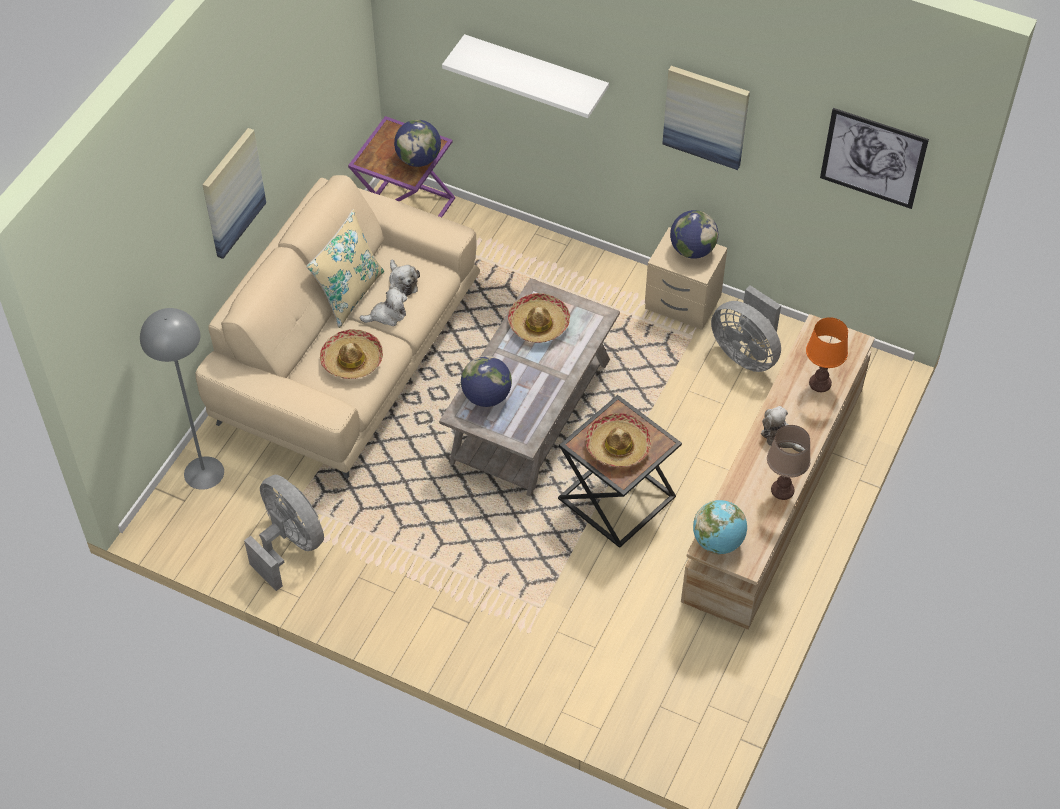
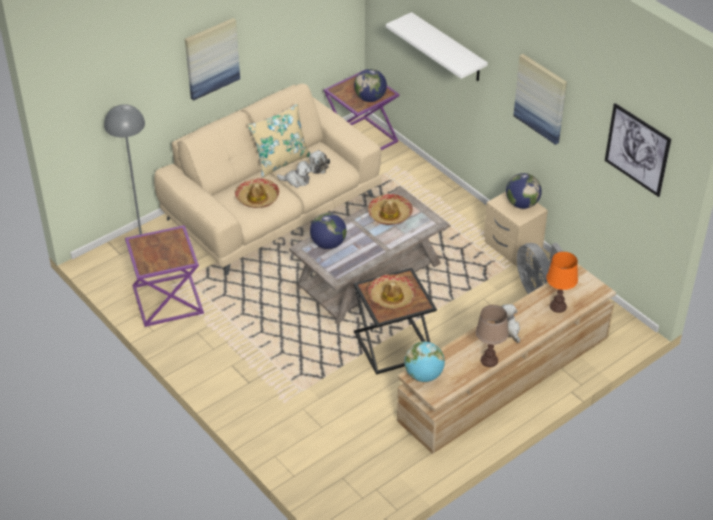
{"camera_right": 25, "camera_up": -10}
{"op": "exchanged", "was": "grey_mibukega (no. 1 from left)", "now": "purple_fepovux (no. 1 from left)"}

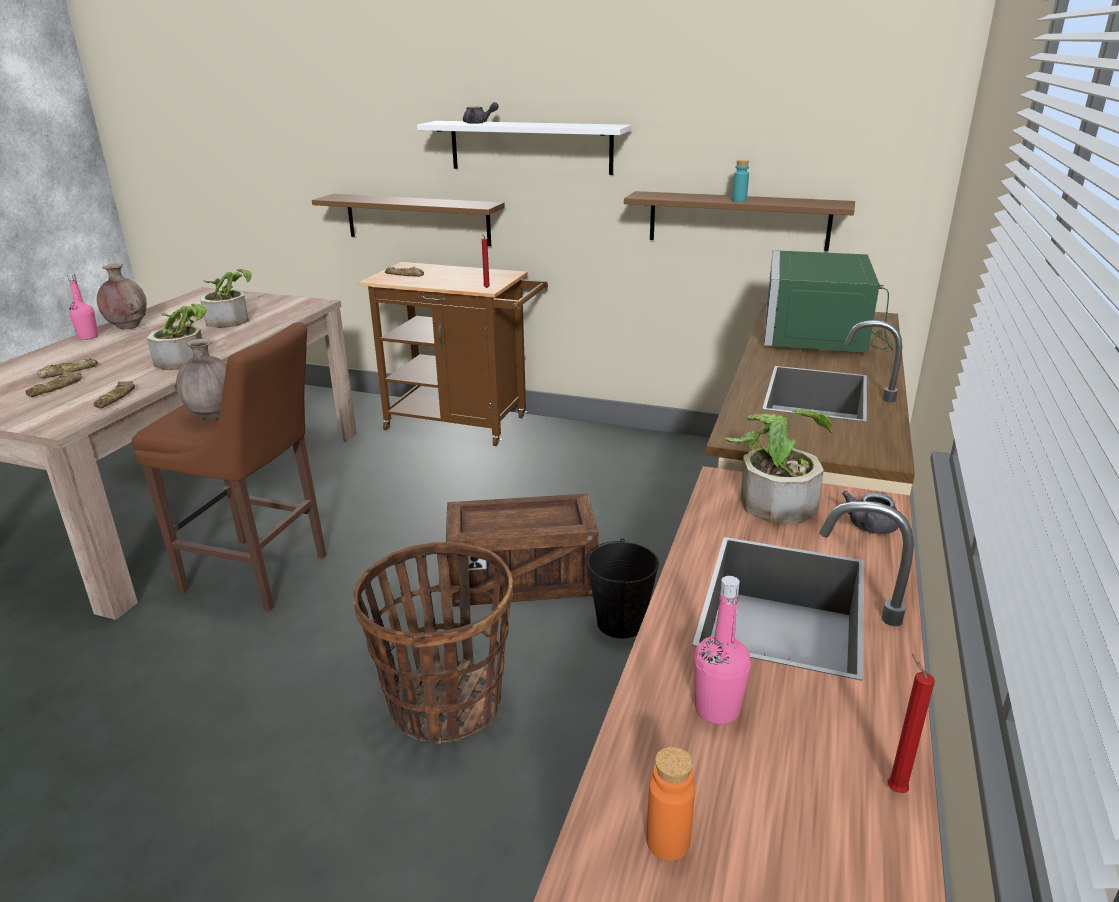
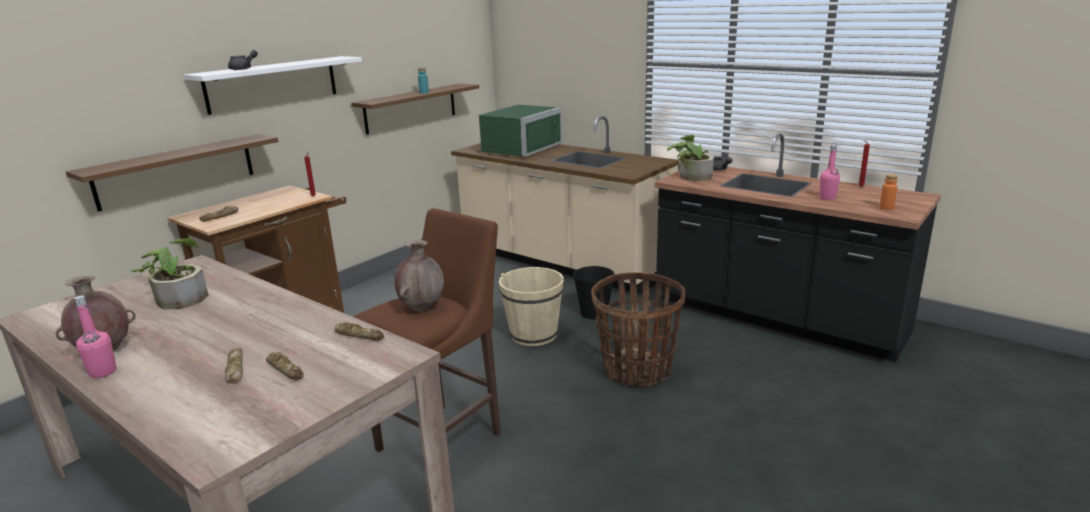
{"camera_right": -70, "camera_up": -5}
{"op": "spun", "was": "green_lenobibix", "clockwise": -90}
{"op": "missing", "was": "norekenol (no. 1 from left)"}
{"op": "exchanged", "was": "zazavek", "now": "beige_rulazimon"}

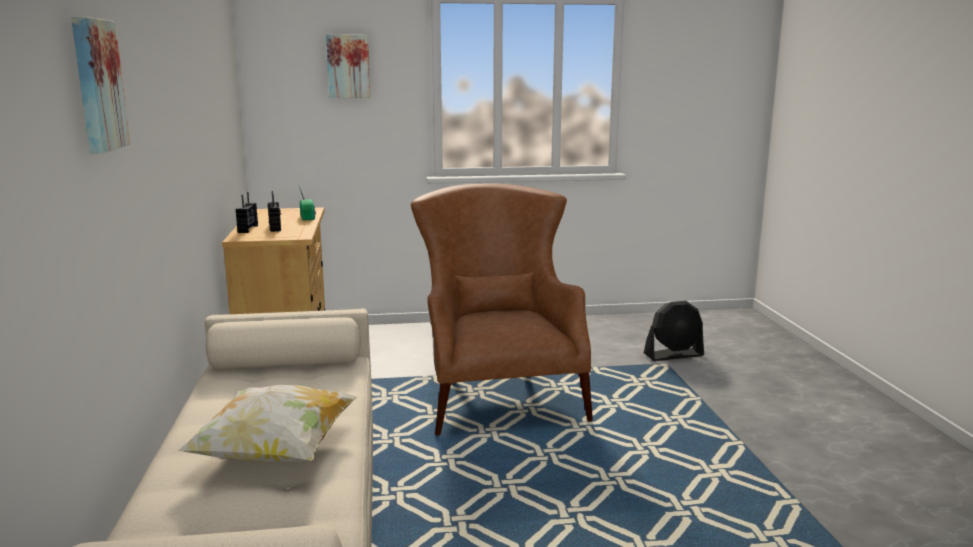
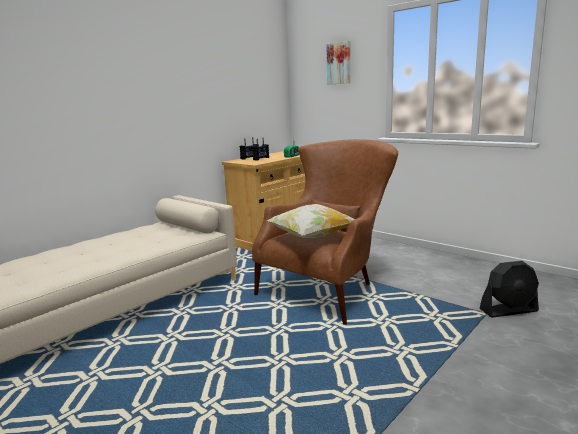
{"camera_right": 50, "camera_up": 0}
{"op": "missing", "was": "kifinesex (no. 1 from left)"}
{"op": "spun", "was": "black_mibukega", "clockwise": -45}
{"op": "relocated", "was": "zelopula"}

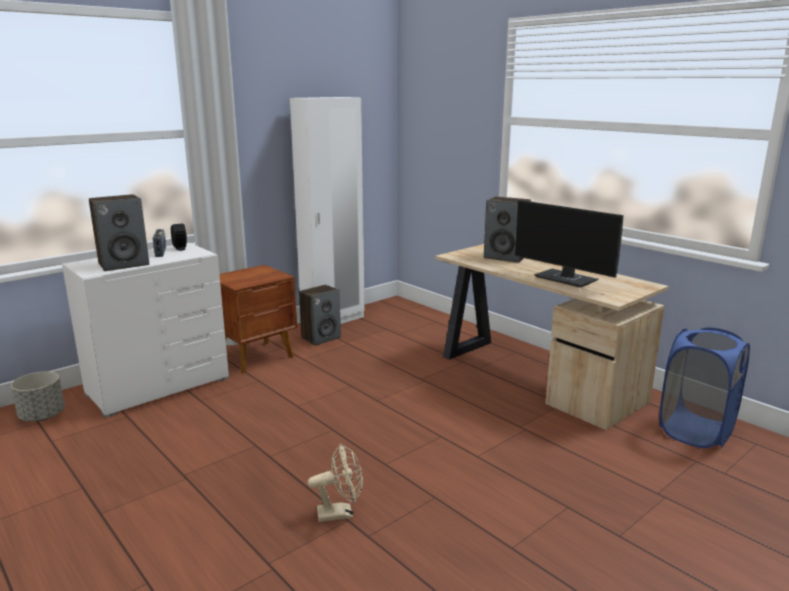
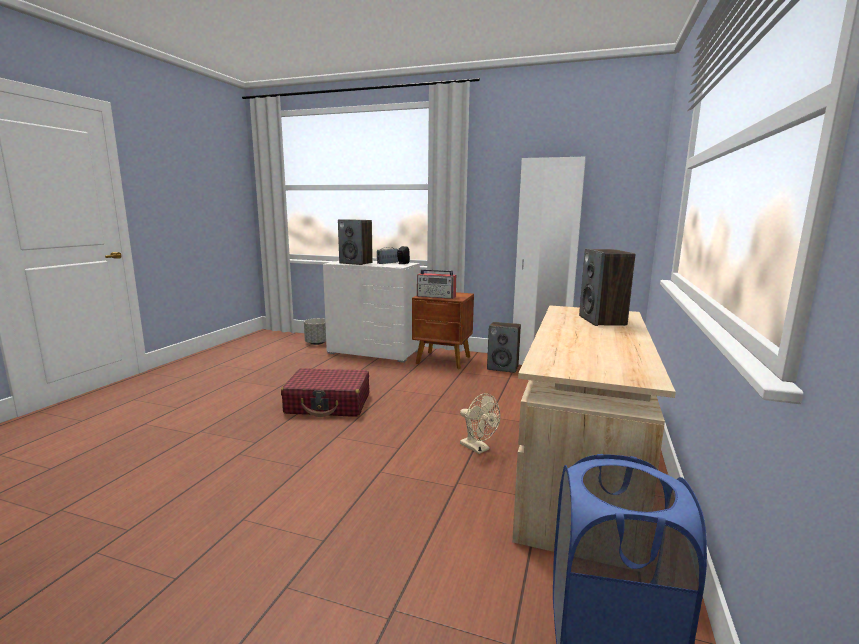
{"camera_right": 60, "camera_up": -5}
{"op": "missing", "was": "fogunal"}
{"op": "relocated", "was": "beige_mibukega"}
{"op": "appeared", "now": "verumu (no. 2 from left)"}
{"op": "appeared", "now": "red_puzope"}

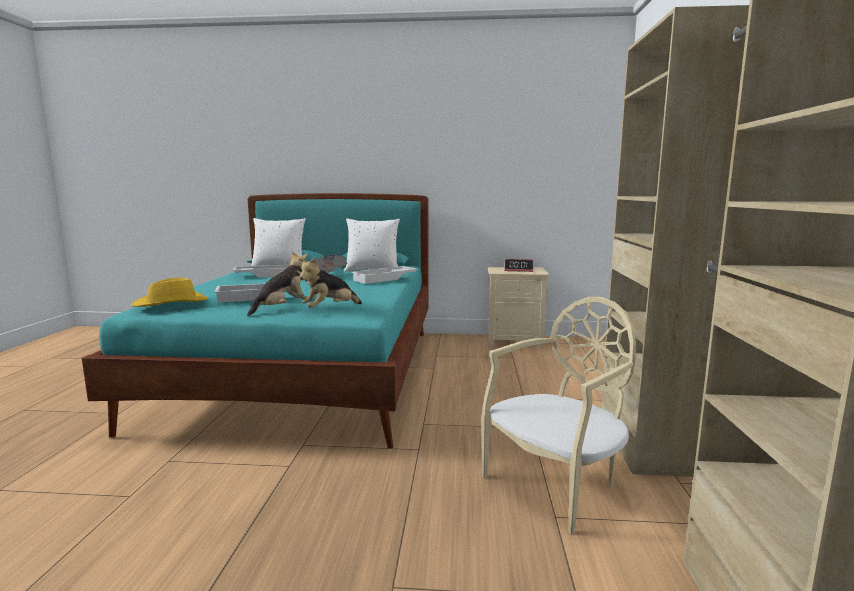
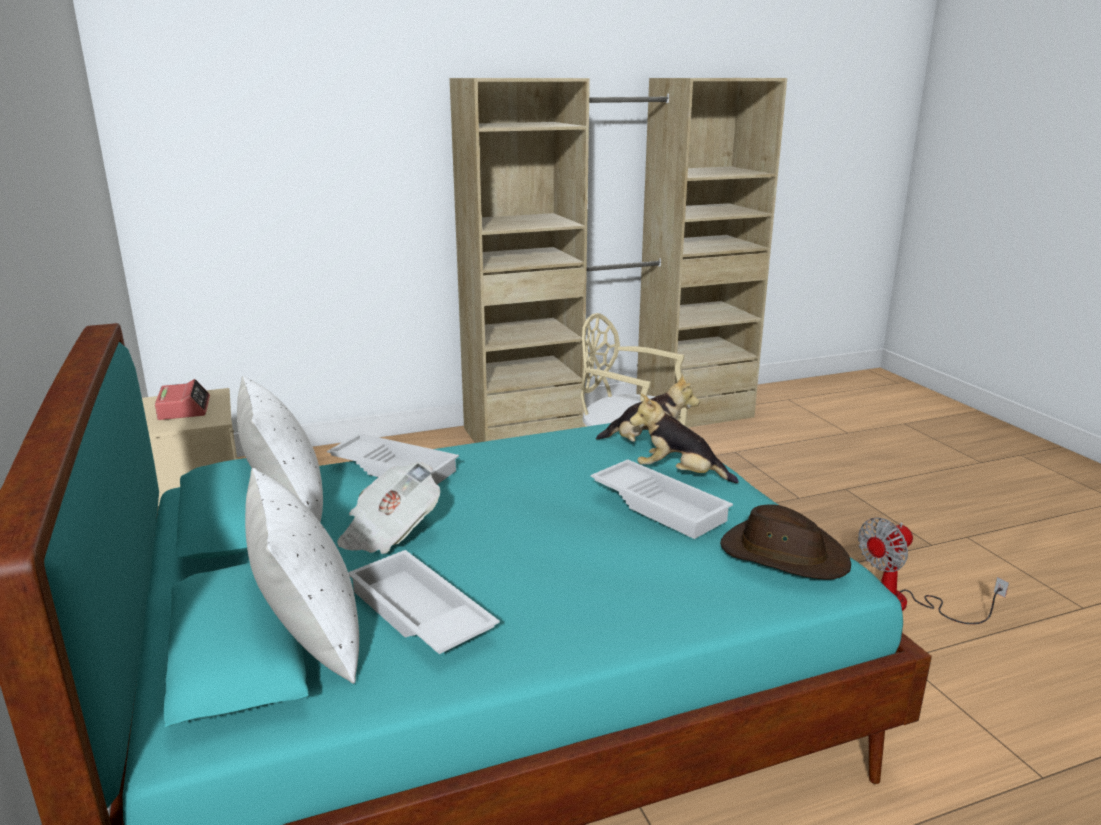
{"camera_right": -115, "camera_up": 10}
{"op": "colour", "was": "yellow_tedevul", "now": "brown_tedevul"}
{"op": "appeared", "now": "mibukega"}

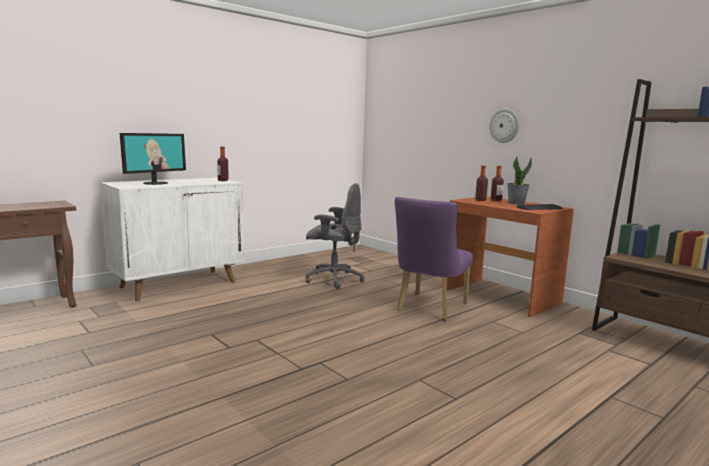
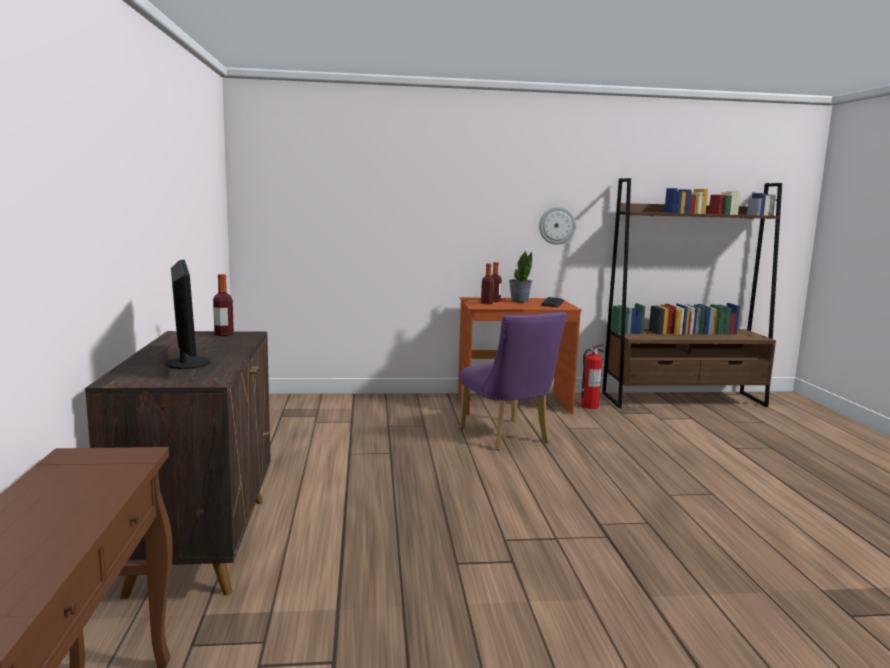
{"camera_right": -55, "camera_up": 0}
{"op": "relocated", "was": "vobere"}
{"op": "colour", "was": "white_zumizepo", "now": "brown_zumizepo"}
{"op": "missing", "was": "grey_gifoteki"}
{"op": "appeared", "now": "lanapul"}

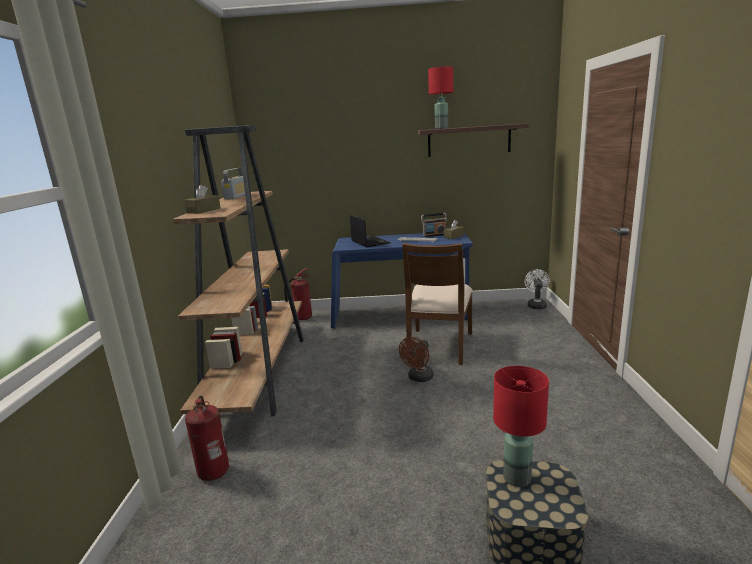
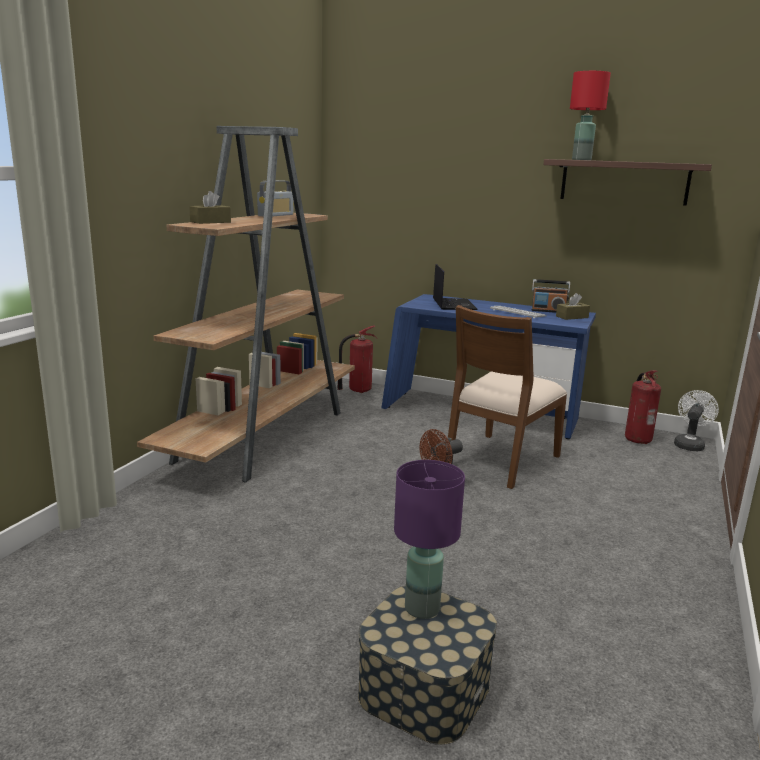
{"camera_right": 20, "camera_up": 0}
{"op": "colour", "was": "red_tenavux (no. 2 from left)", "now": "purple_tenavux"}
{"op": "relocated", "was": "lanapul (no. 1 from left in the first image)", "now": "lanapul (no. 2 from left)"}

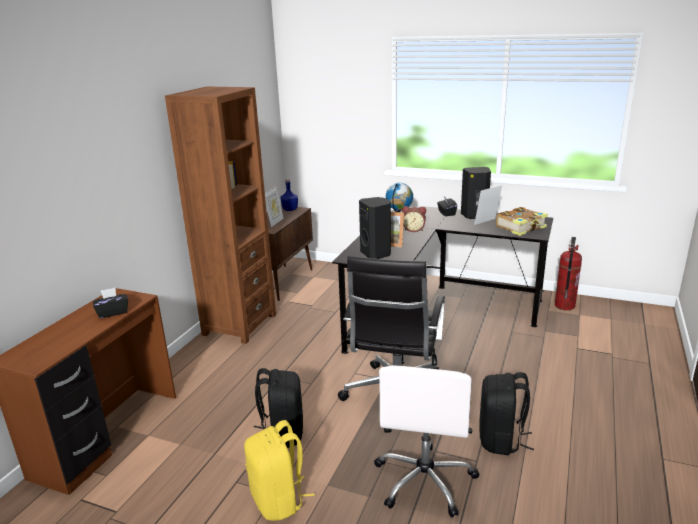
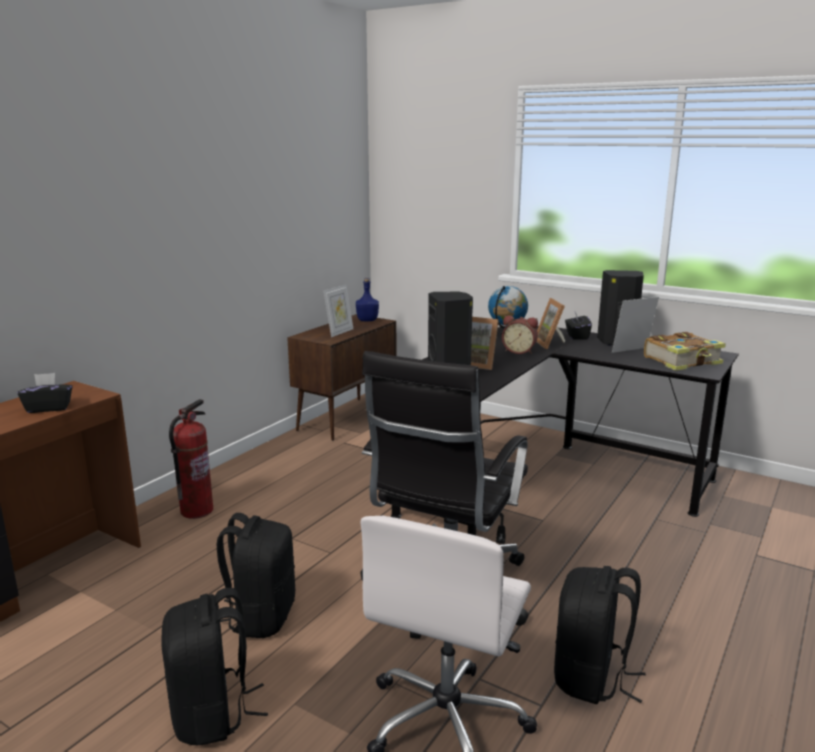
{"camera_right": 10, "camera_up": -5}
{"op": "missing", "was": "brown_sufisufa"}
{"op": "relocated", "was": "lanapul"}
{"op": "colour", "was": "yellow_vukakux", "now": "black_vukakux (no. 1 from left)"}
{"op": "appeared", "now": "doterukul (no. 3 from left)"}

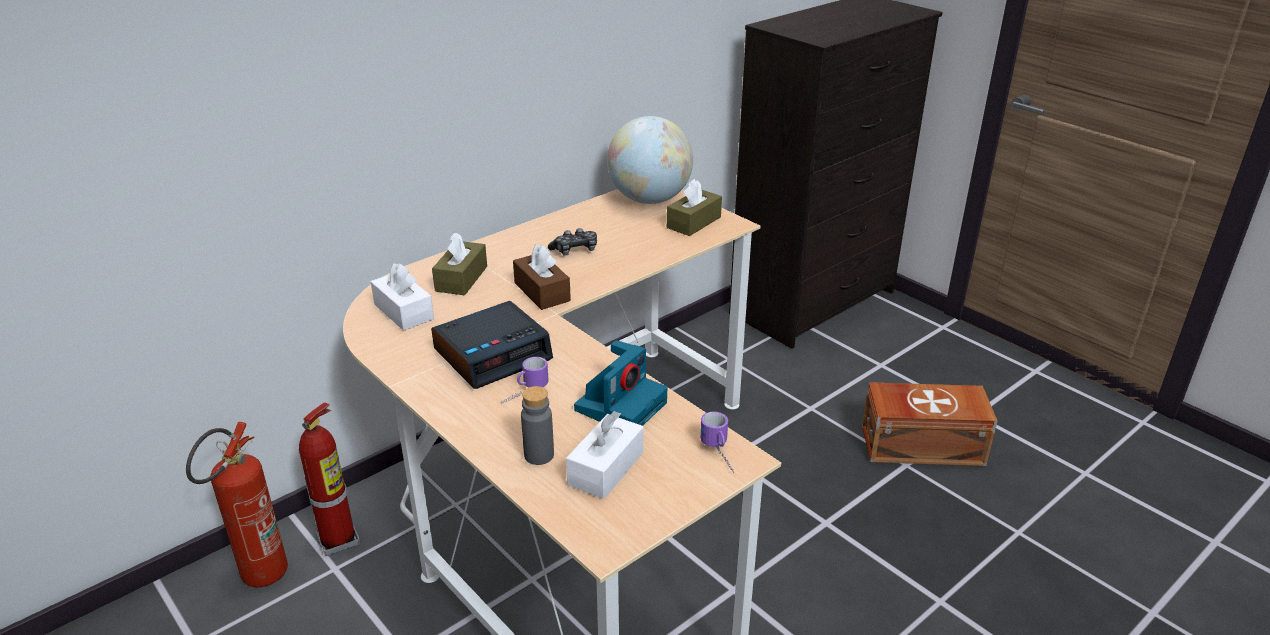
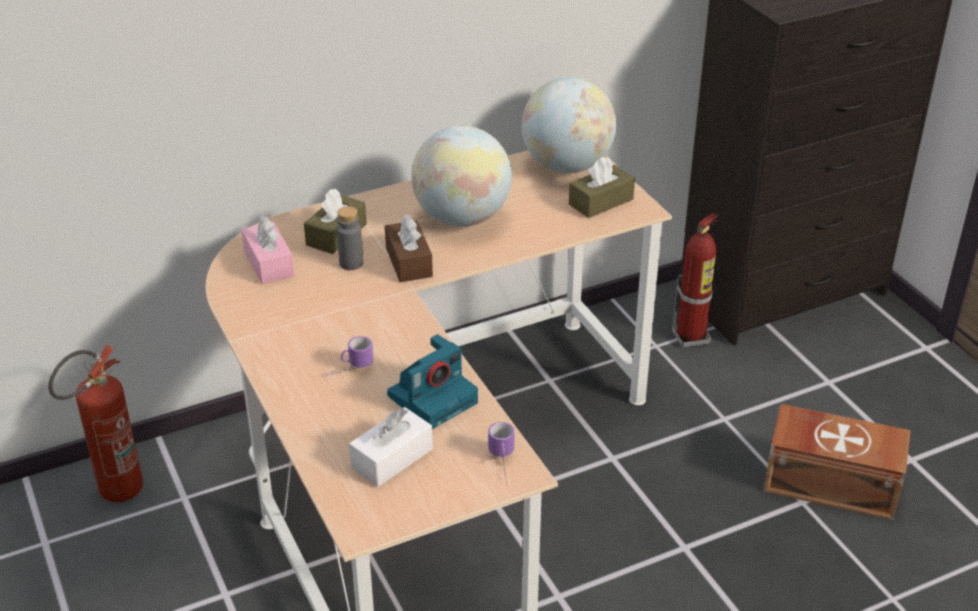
{"camera_right": 15, "camera_up": 5}
{"op": "exchanged", "was": "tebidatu", "now": "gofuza (no. 1 from left)"}
{"op": "colour", "was": "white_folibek (no. 1 from left)", "now": "pink_folibek"}
{"op": "missing", "was": "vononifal"}
{"op": "relocated", "was": "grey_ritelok"}
{"op": "relocated", "was": "lanapul (no. 2 from left)"}

